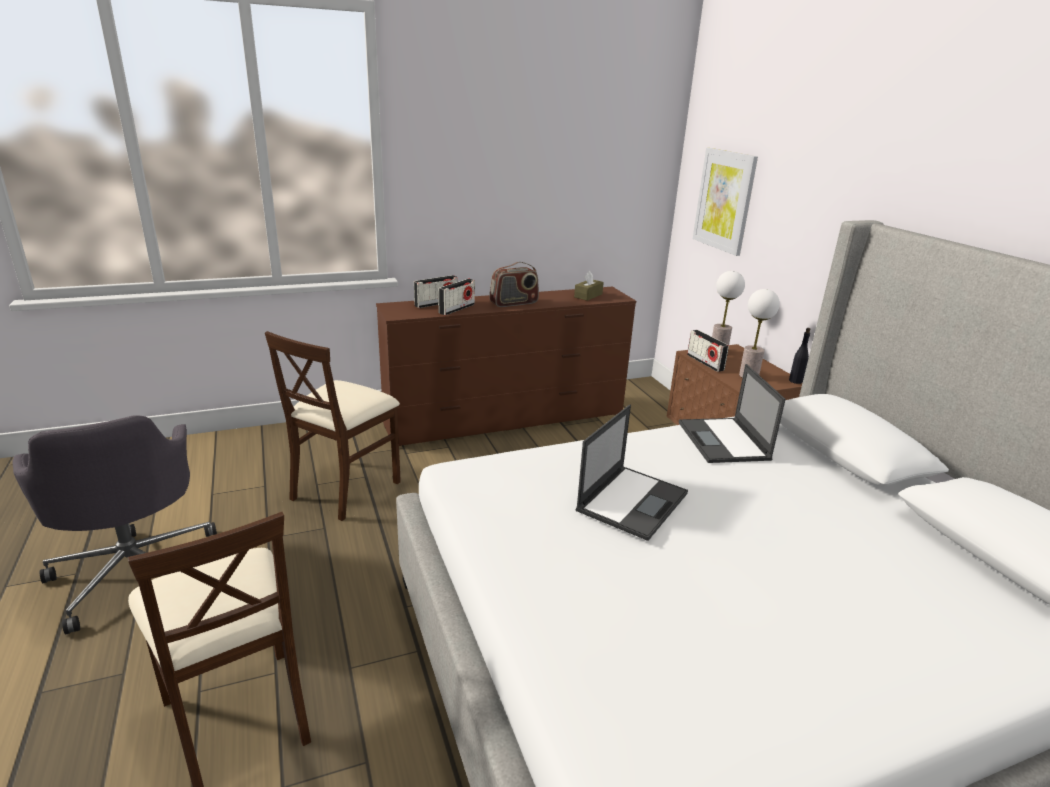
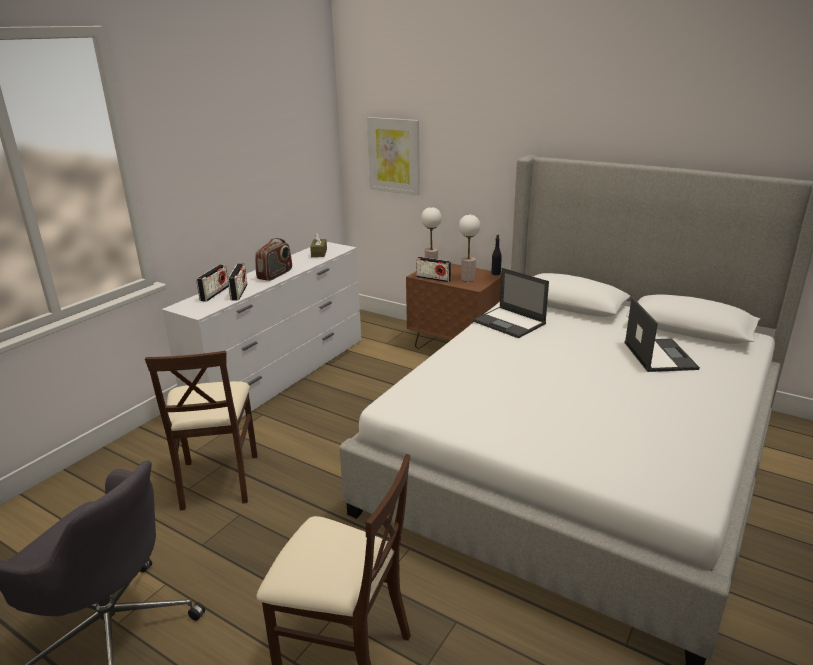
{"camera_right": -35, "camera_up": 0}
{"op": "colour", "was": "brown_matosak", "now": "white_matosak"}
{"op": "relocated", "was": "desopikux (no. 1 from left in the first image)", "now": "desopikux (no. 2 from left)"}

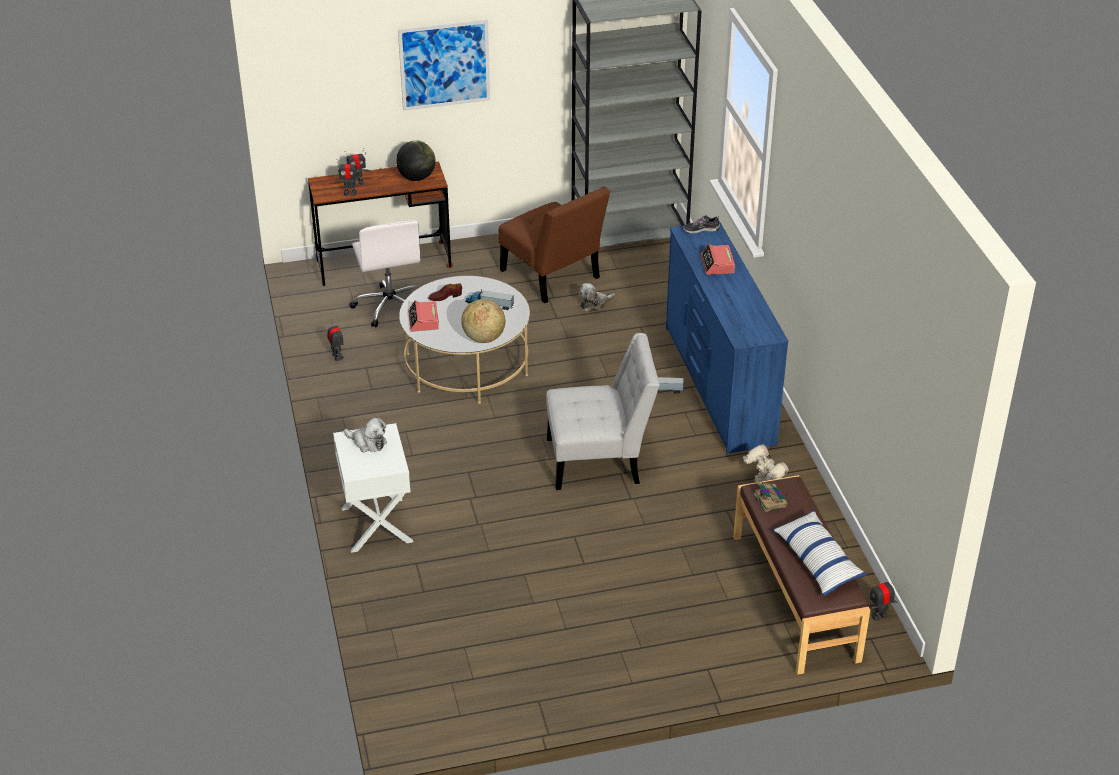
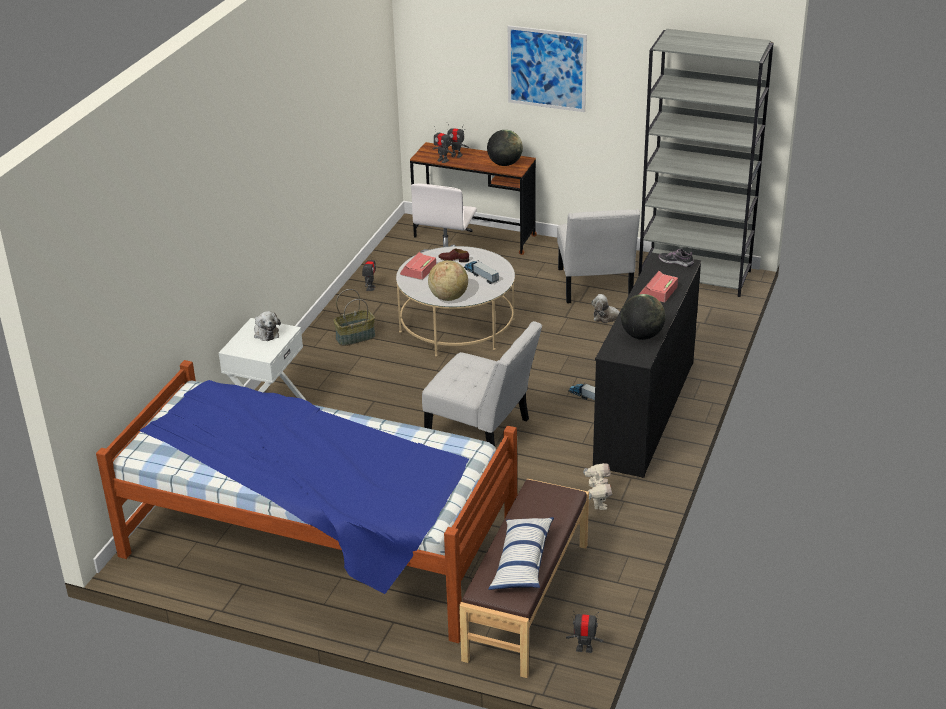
{"camera_right": 35, "camera_up": -5}
{"op": "colour", "was": "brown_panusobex", "now": "white_panusobex (no. 2 from left)"}
{"op": "colour", "was": "blue_matosak", "now": "black_matosak"}
{"op": "missing", "was": "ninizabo"}
{"op": "appeared", "now": "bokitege"}
{"op": "appeared", "now": "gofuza (no. 3 from left)"}
{"op": "appeared", "now": "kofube"}

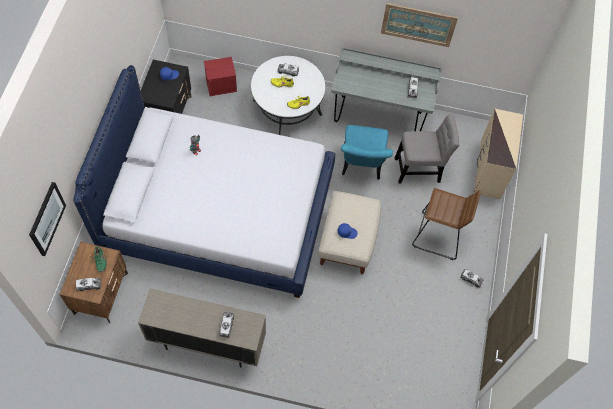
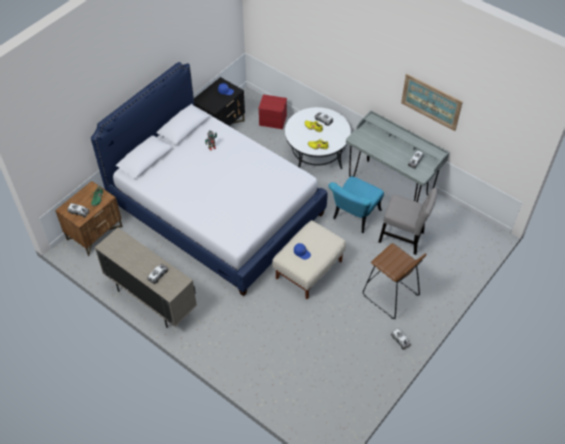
{"camera_right": 30, "camera_up": -10}
{"op": "missing", "was": "beige_matosak"}
{"op": "missing", "was": "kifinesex (no. 1 from left)"}

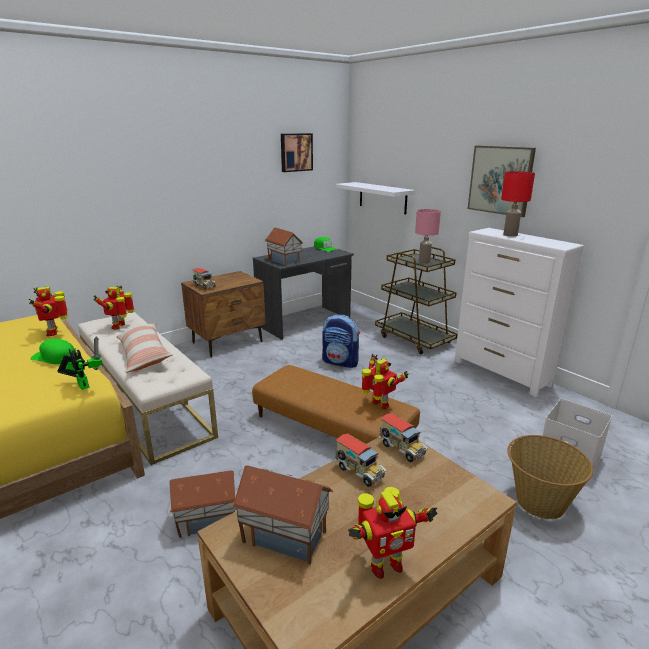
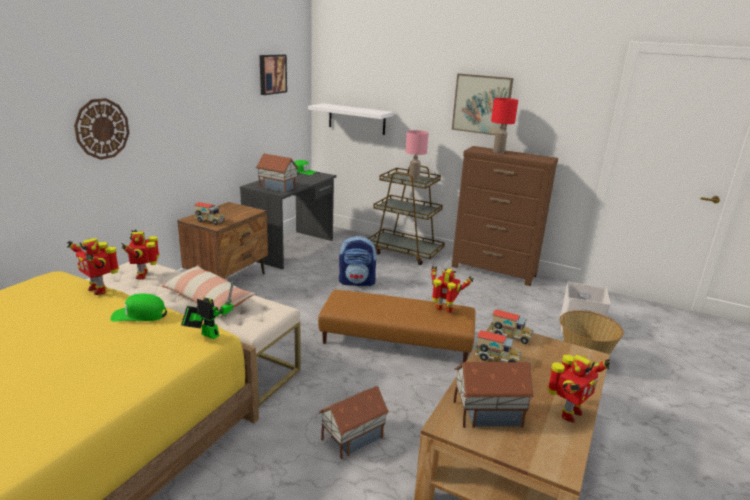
{"camera_right": -25, "camera_up": 0}
{"op": "colour", "was": "white_matosak", "now": "brown_matosak"}
{"op": "appeared", "now": "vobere"}

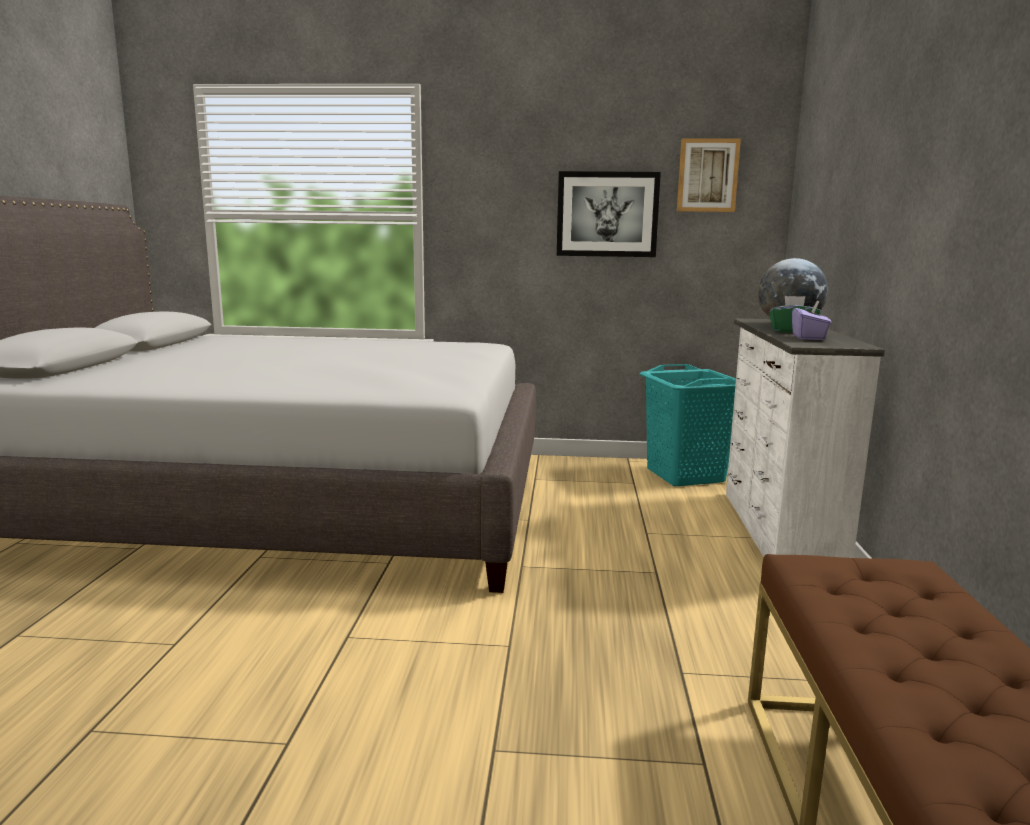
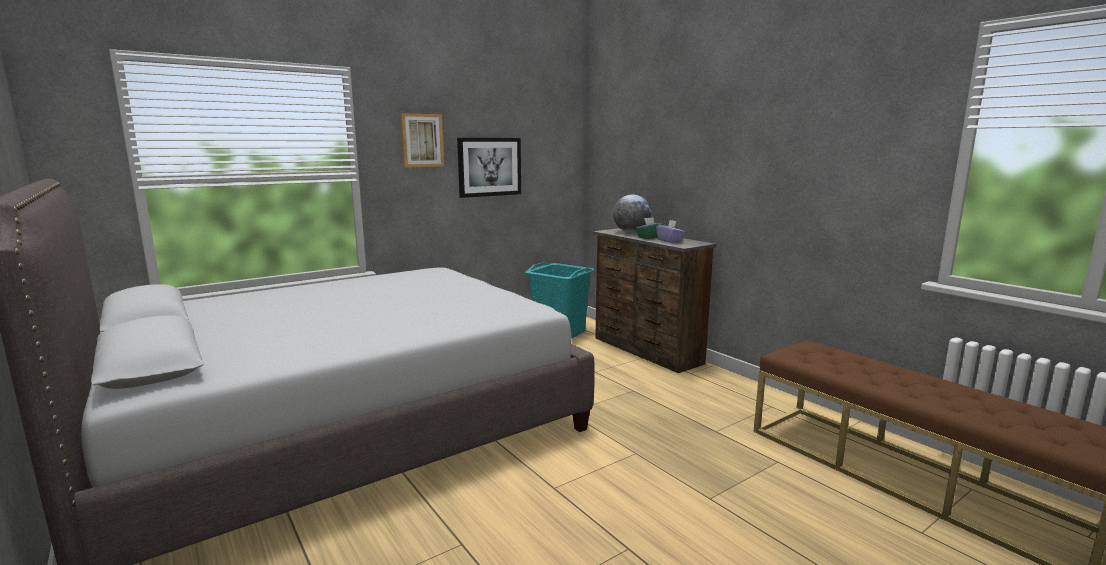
{"camera_right": -40, "camera_up": 0}
{"op": "relocated", "was": "kifinesex (no. 2 from left in the first image)", "now": "kifinesex (no. 1 from left)"}
{"op": "colour", "was": "white_matosak", "now": "brown_matosak"}

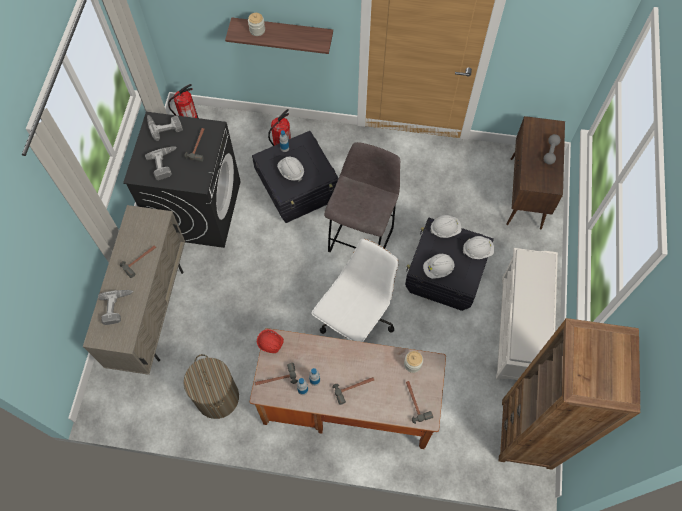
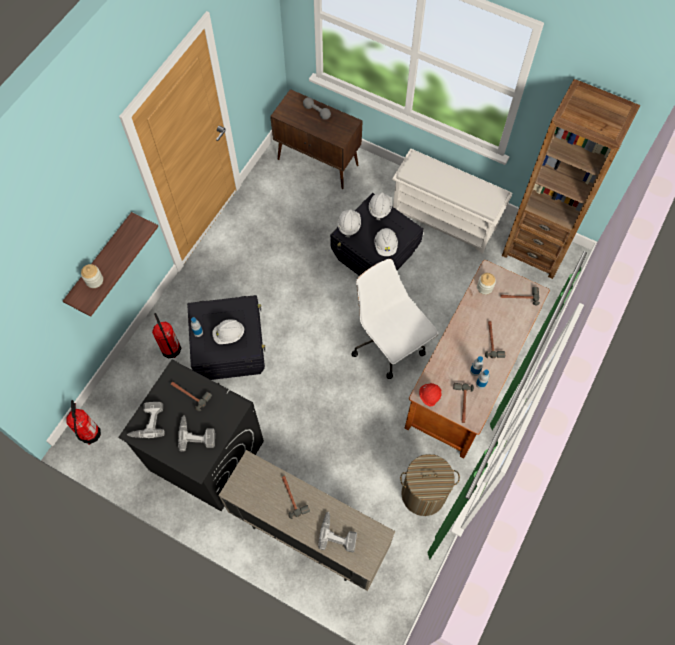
{"camera_right": -70, "camera_up": 0}
{"op": "missing", "was": "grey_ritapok"}

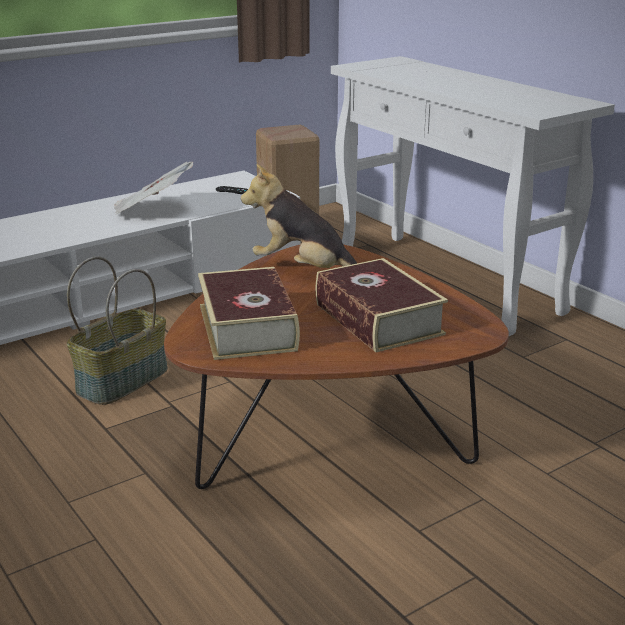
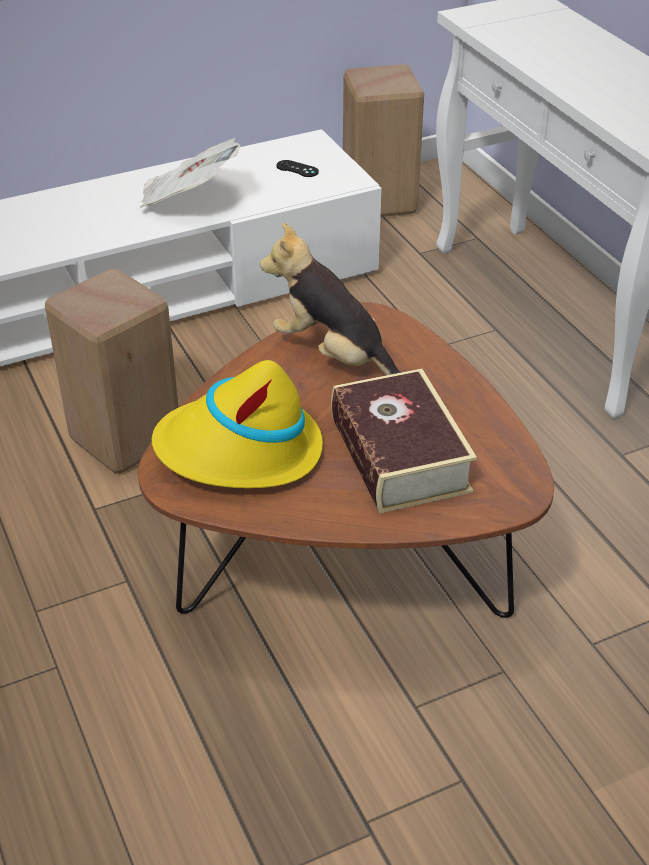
{"camera_right": 10, "camera_up": 15}
{"op": "exchanged", "was": "bokitege", "now": "beige_ritapok (no. 1 from left)"}
{"op": "exchanged", "was": "ninizabo (no. 1 from left)", "now": "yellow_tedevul"}

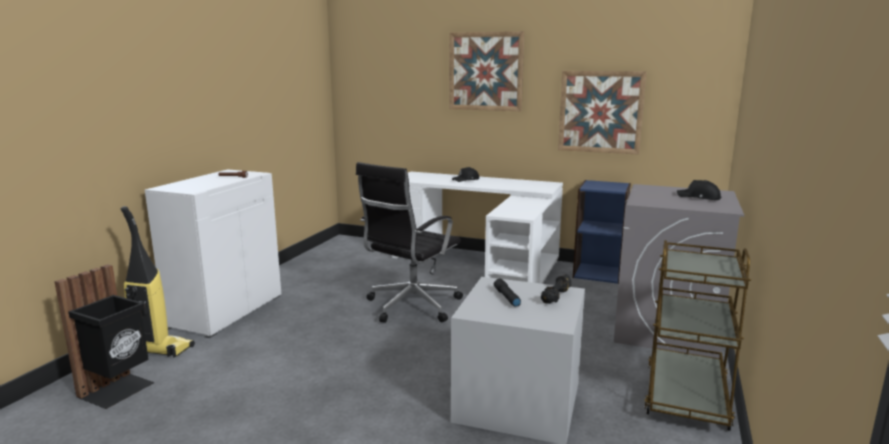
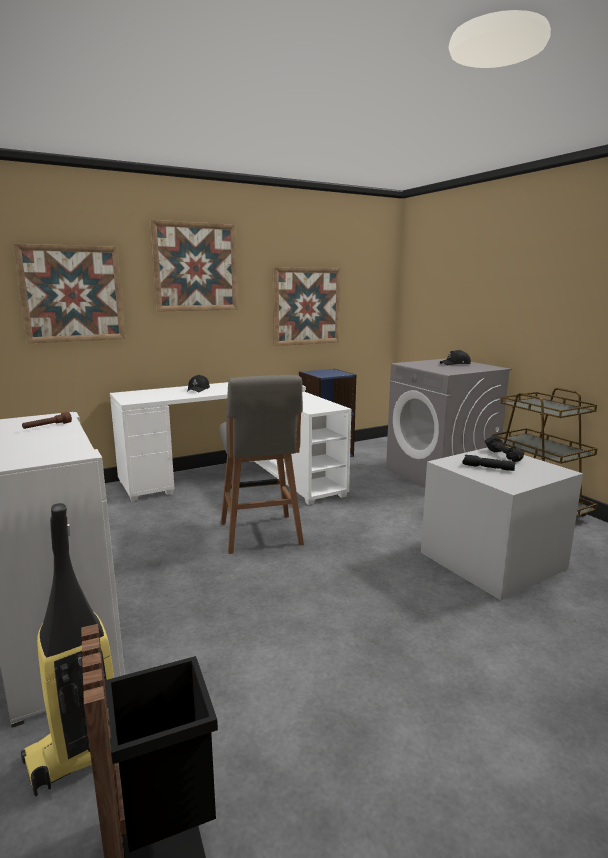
{"camera_right": -50, "camera_up": 0}
{"op": "exchanged", "was": "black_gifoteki", "now": "grey_ritapok"}
{"op": "appeared", "now": "kifinesex (no. 1 from left)"}

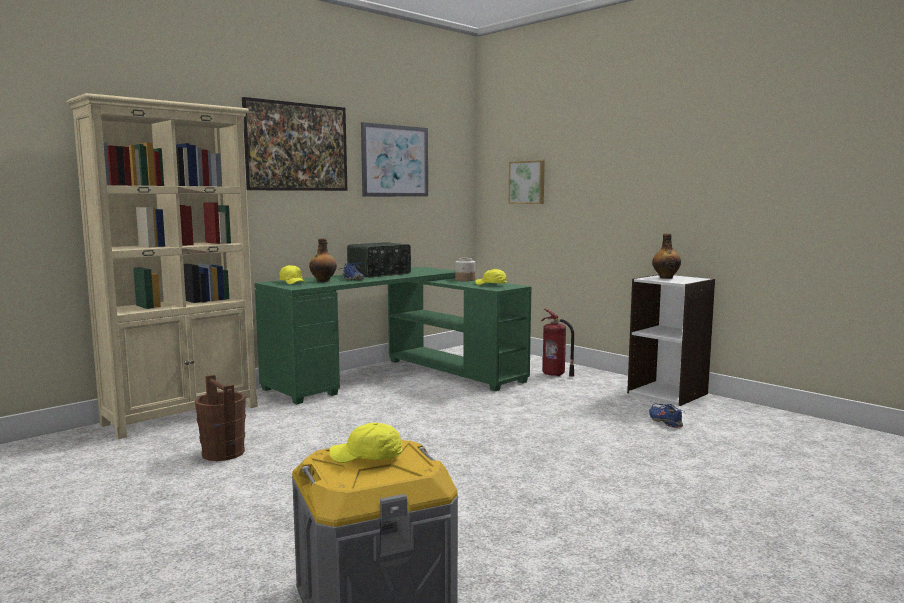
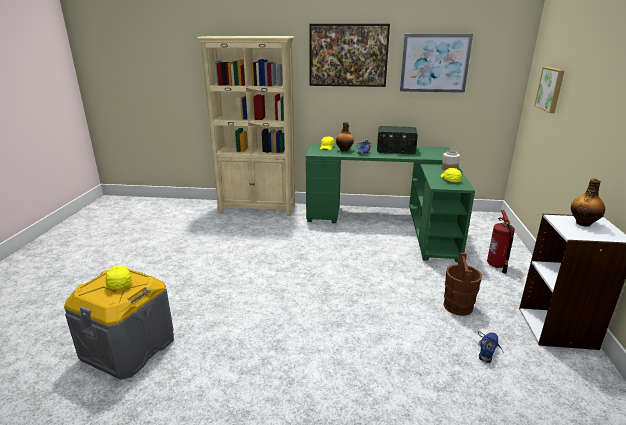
{"camera_right": 50, "camera_up": 15}
{"op": "relocated", "was": "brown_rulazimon"}

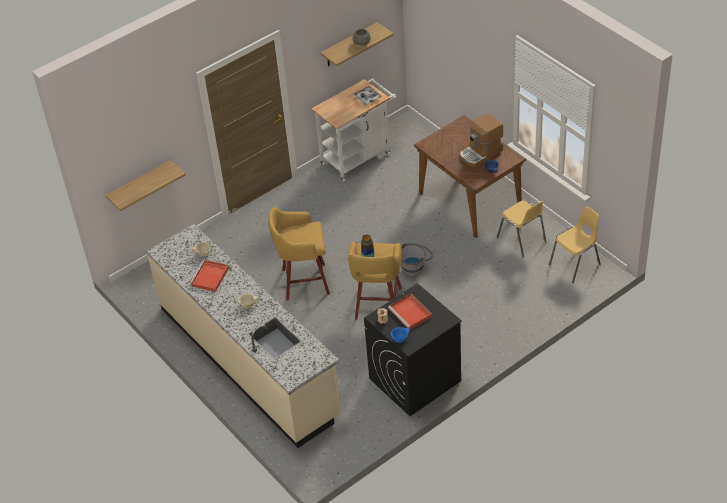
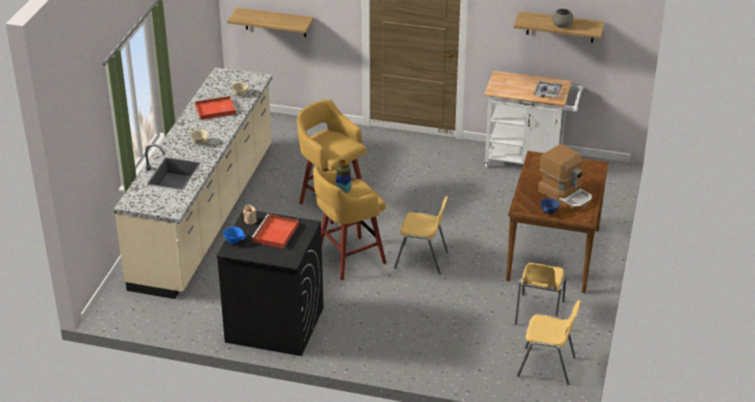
{"camera_right": 50, "camera_up": -10}
{"op": "spun", "was": "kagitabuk", "clockwise": -150}
{"op": "exchanged", "was": "grey_rulazimon", "now": "yellow_panusobex (no. 1 from left)"}

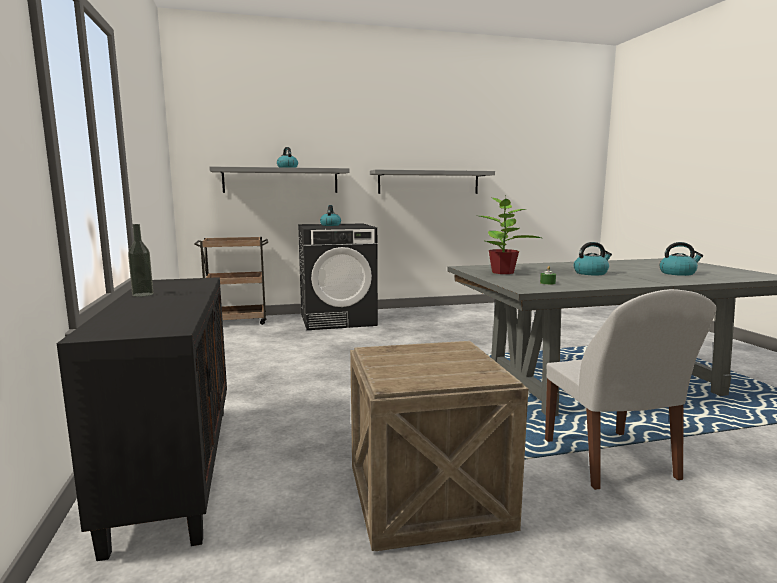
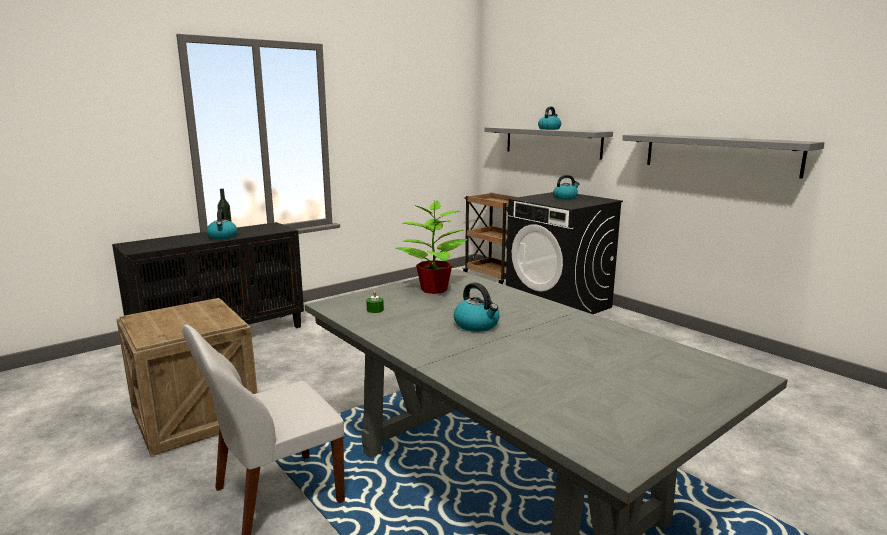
{"camera_right": 65, "camera_up": 5}
{"op": "relocated", "was": "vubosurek (no. 4 from left in the first image)", "now": "vubosurek (no. 1 from left)"}

